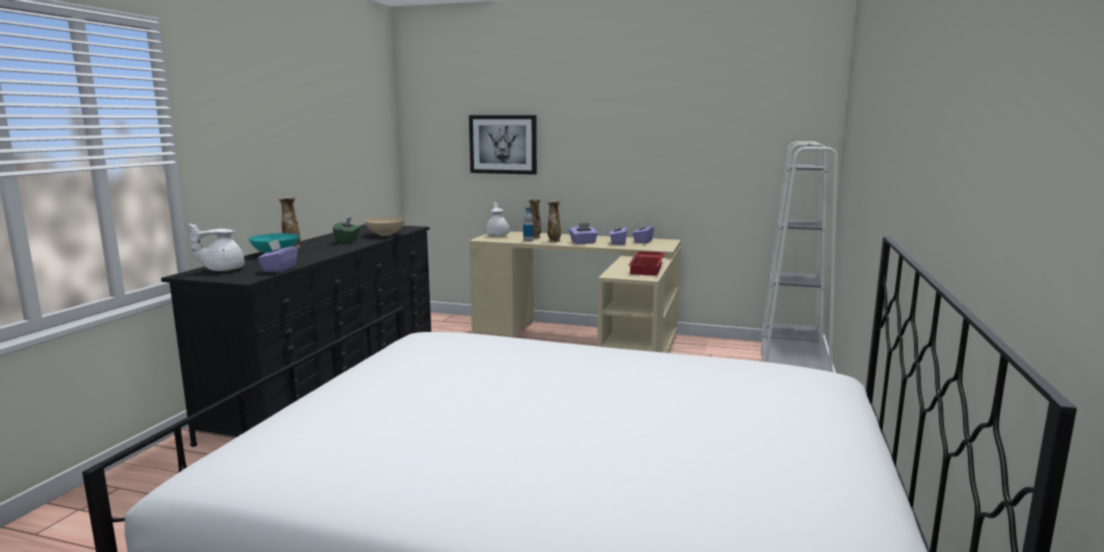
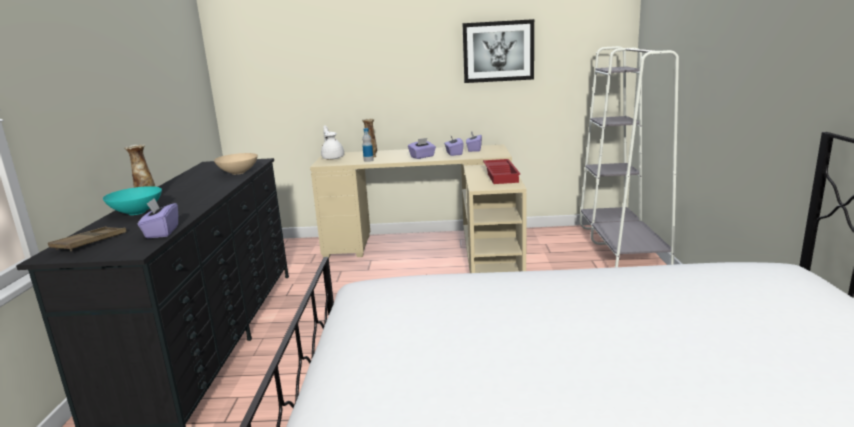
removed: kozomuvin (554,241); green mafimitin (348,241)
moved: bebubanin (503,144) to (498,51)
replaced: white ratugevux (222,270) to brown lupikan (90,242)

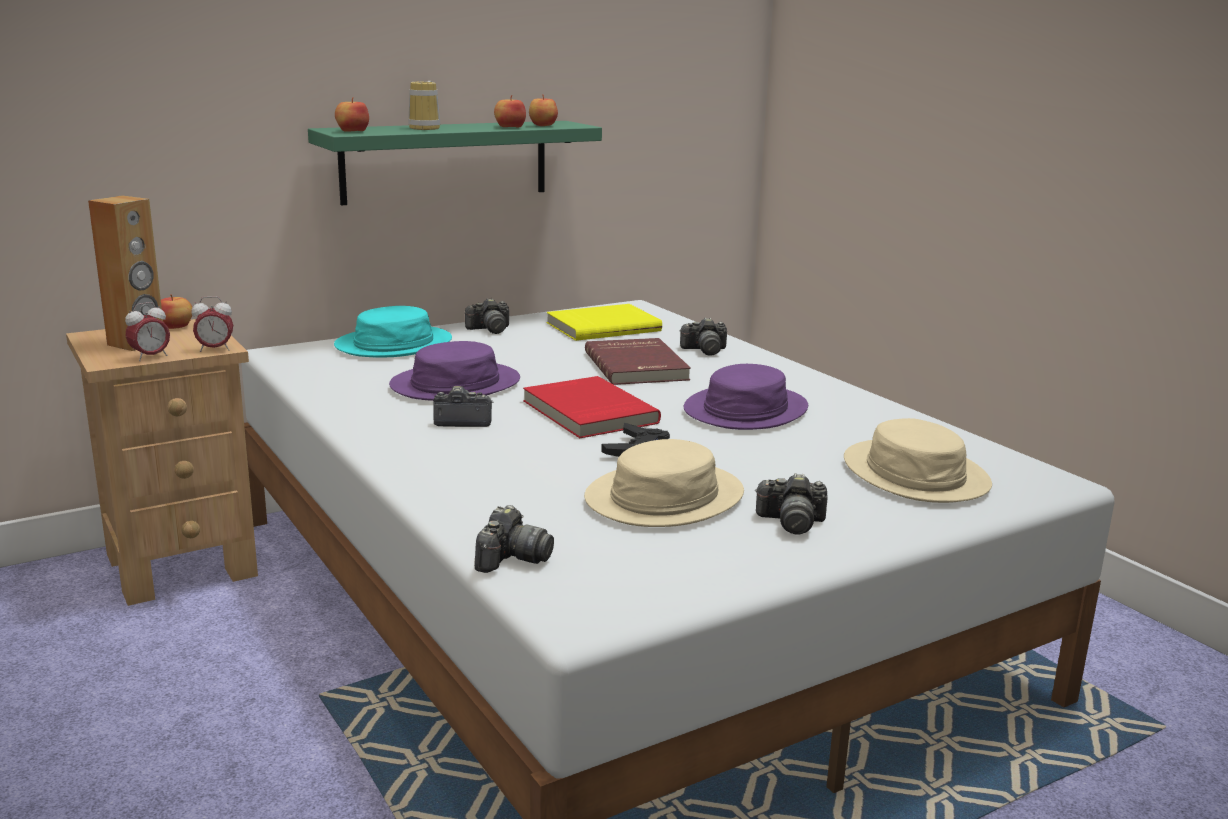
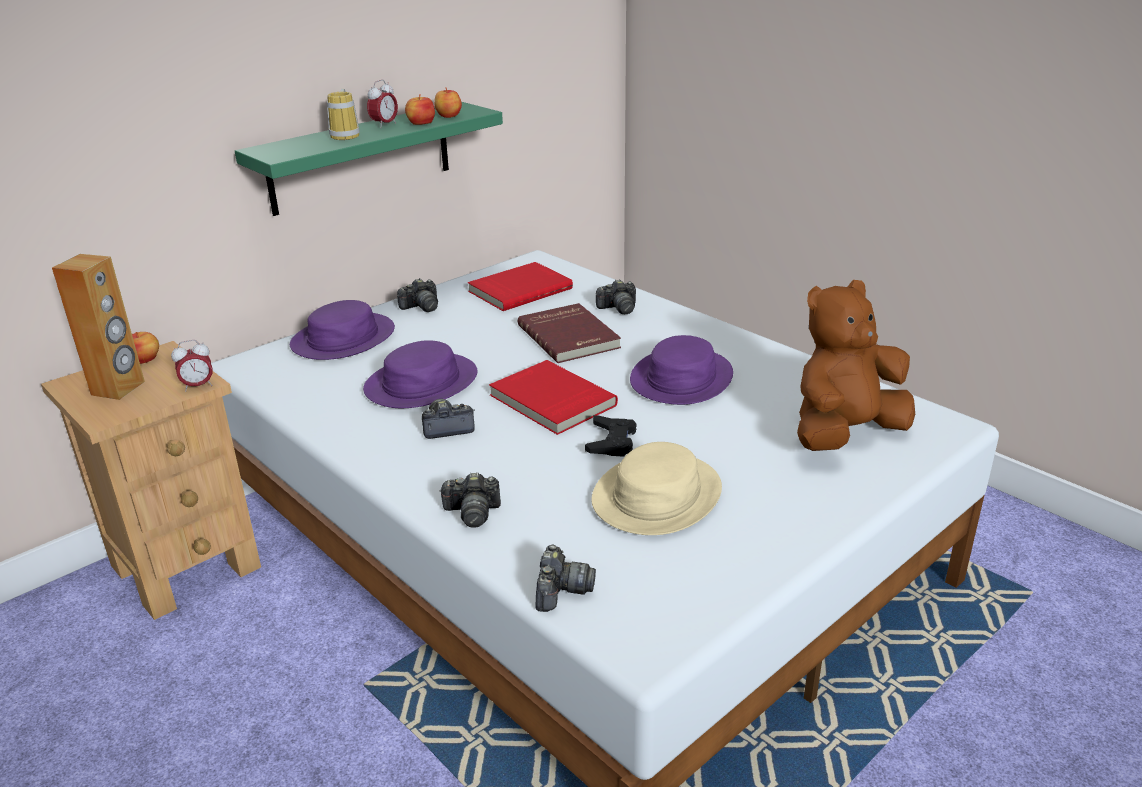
removed: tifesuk (352,131)
moved: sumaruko (150,357) to (384,125); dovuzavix (791,522) to (472,513)
replaced: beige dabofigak (915,474) to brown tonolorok (844,434)
recoloured: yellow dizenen (602,326) to red dizenen (519,289); turquoise dabofigak (393,344) to purple dabofigak (343,338)

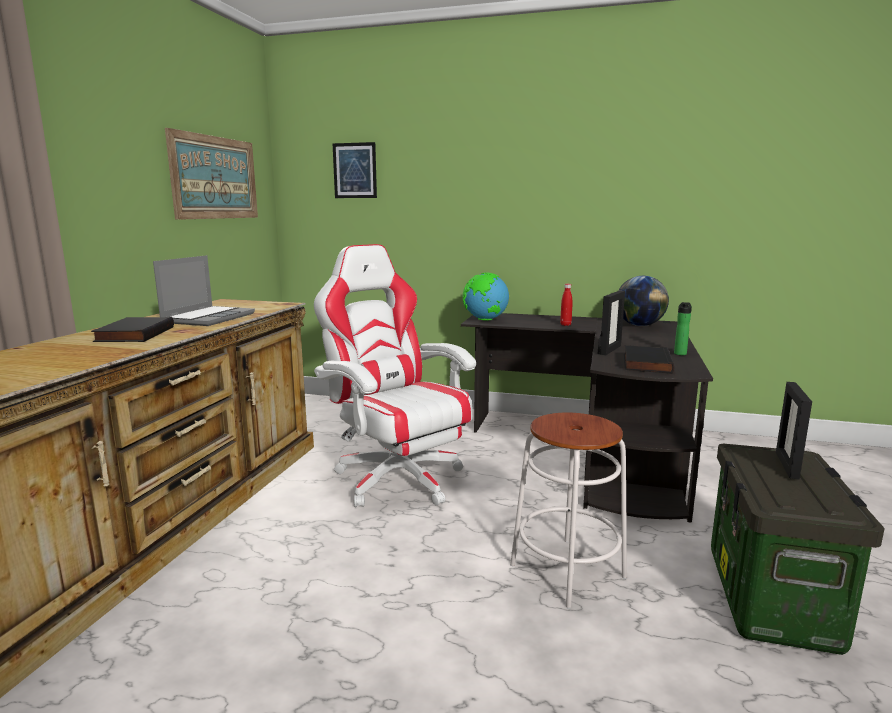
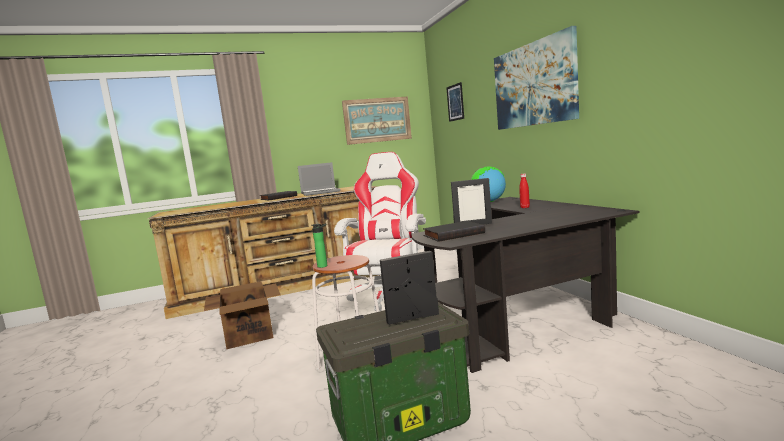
removed: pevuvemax (639,325)
added: bebubanin (533,84); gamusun (249,335)
moved: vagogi (680,353) to (324,266)

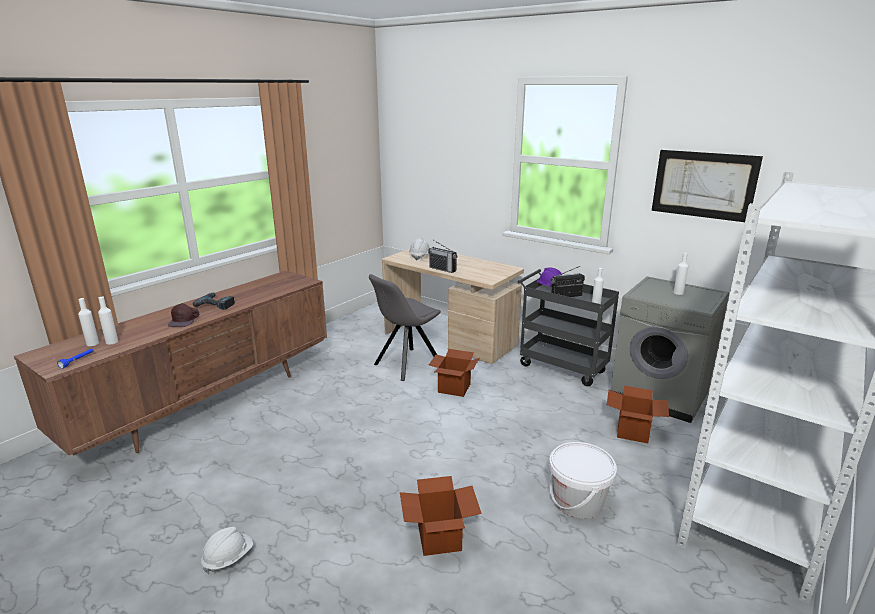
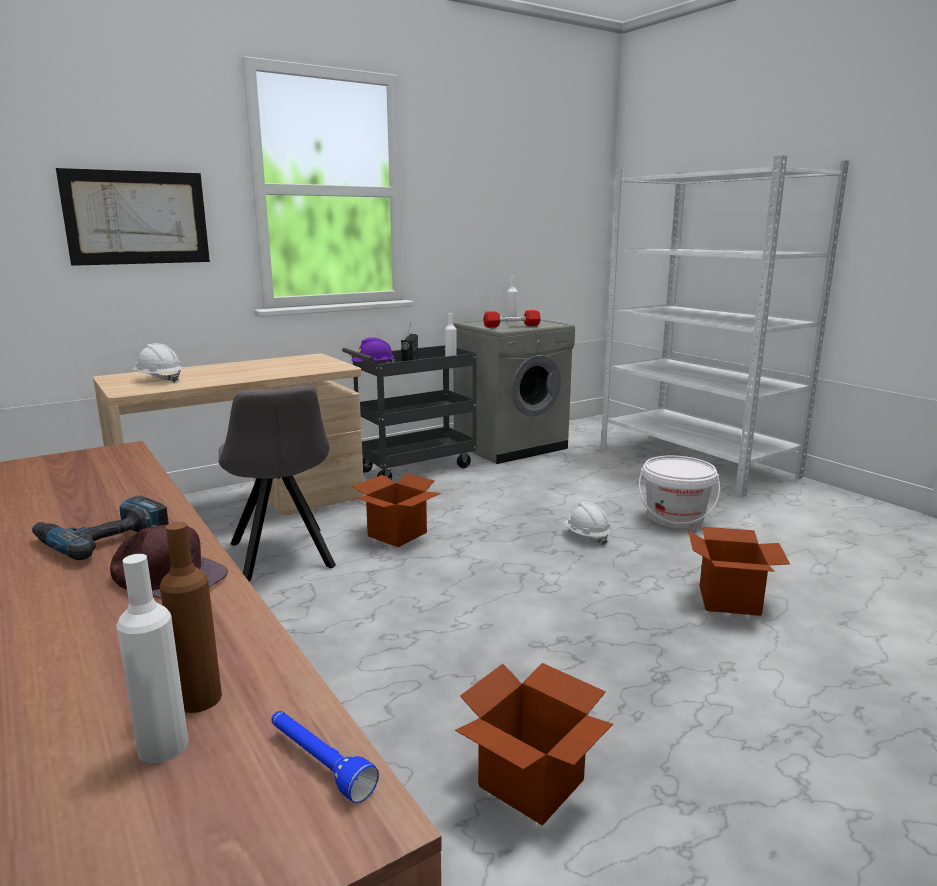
removed: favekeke (442,269)
added: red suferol (511,326)
moved: bebubanin (703,185) to (137,218); gamusun (632,431) to (530,783); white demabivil (228,558) to (586,537)
recoloured: white vagogi (112,342) to brown vagogi (199,698)

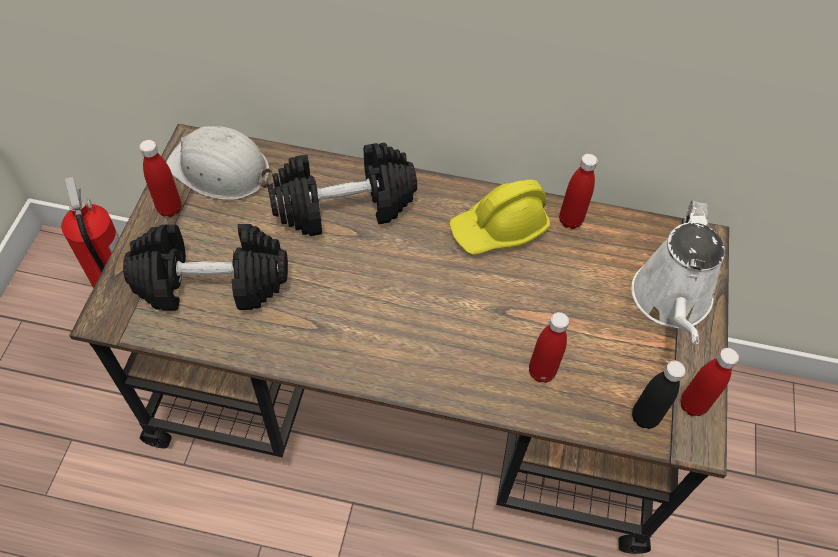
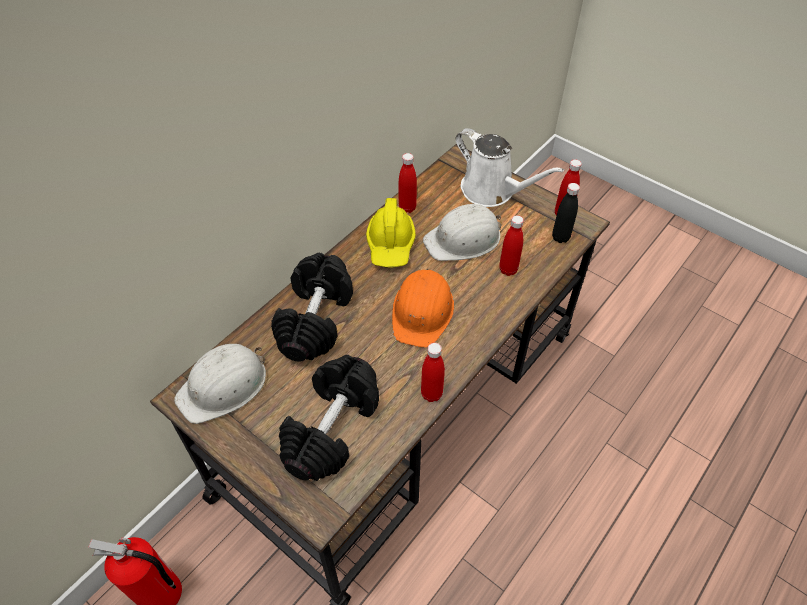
added: white demabivil (464,239); orange demabivil (422,311)
moved: red vagogi (170,209) to (431,394)

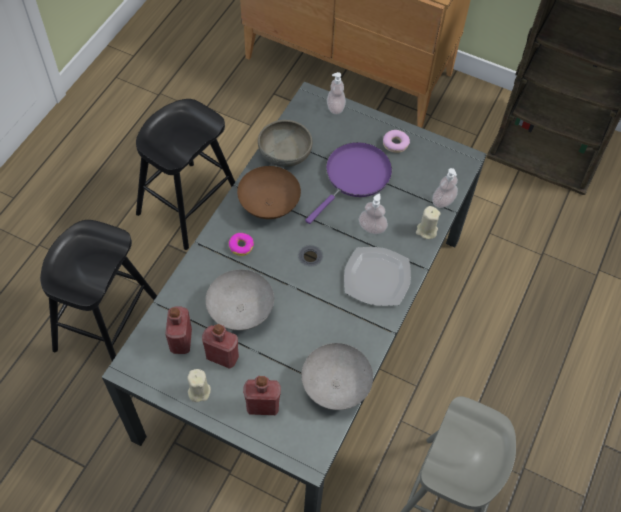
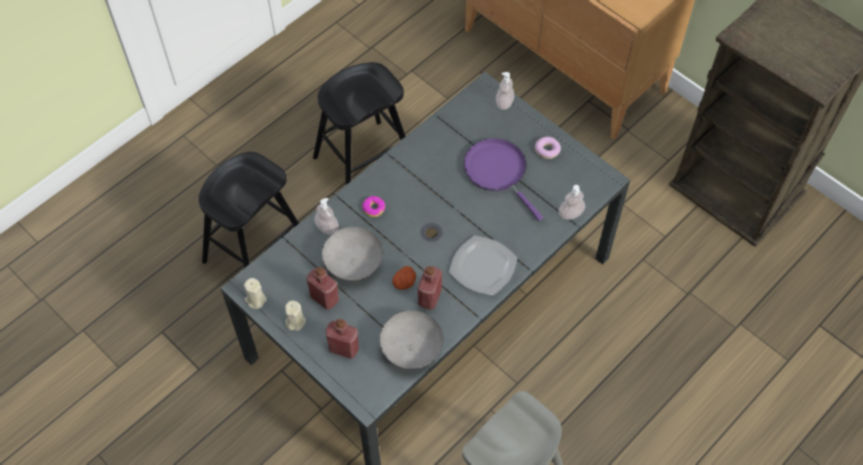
removed: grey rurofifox (284,153); brown rurofifox (268,205)
added: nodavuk (404,282)
moved: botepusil (372,228) to (327,228); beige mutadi (426,231) to (255,300); red vagogi (181,340) to (429,297)
turned: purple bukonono (355,177) = (498,171) 90 degrees counterclockwise

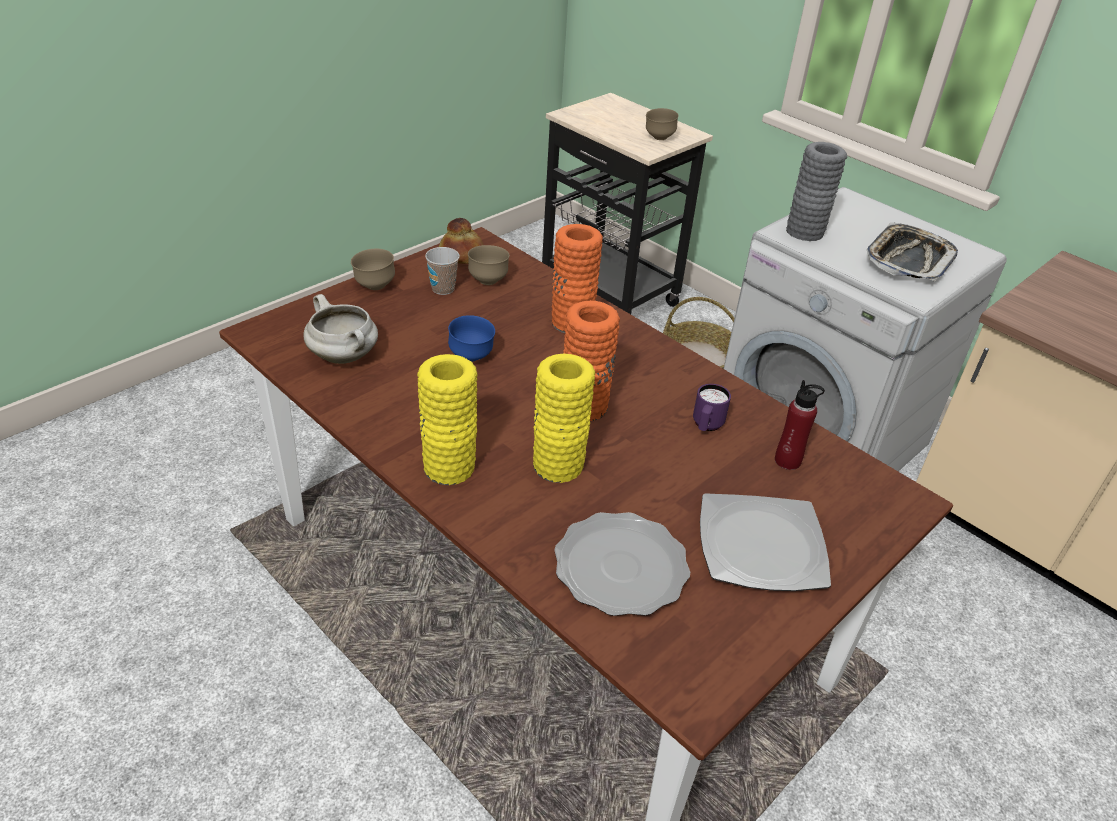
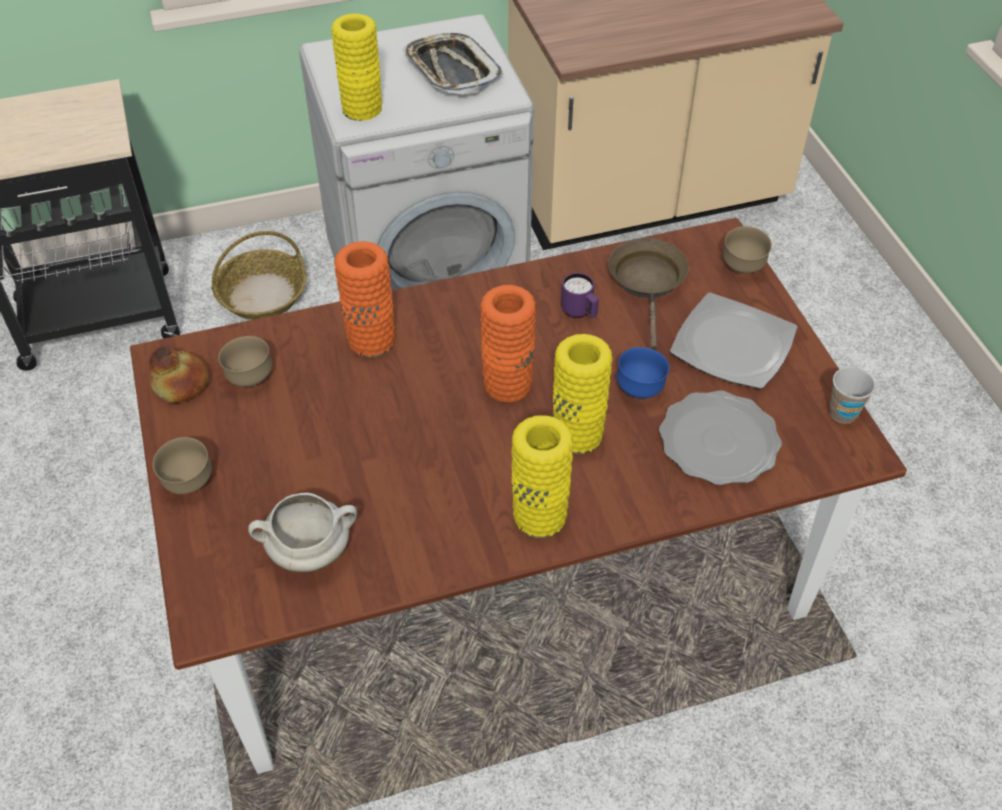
moved: brown rurofifox (659,138) to (742,268); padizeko (443,289) to (843,413); blue rurofifox (471,357) to (640,390)
replaced: red vagogi (787,461) to brown bukonono (648,283)
recoloured: grey kozomuvin (805,232) to yellow kozomuvin (362,108)

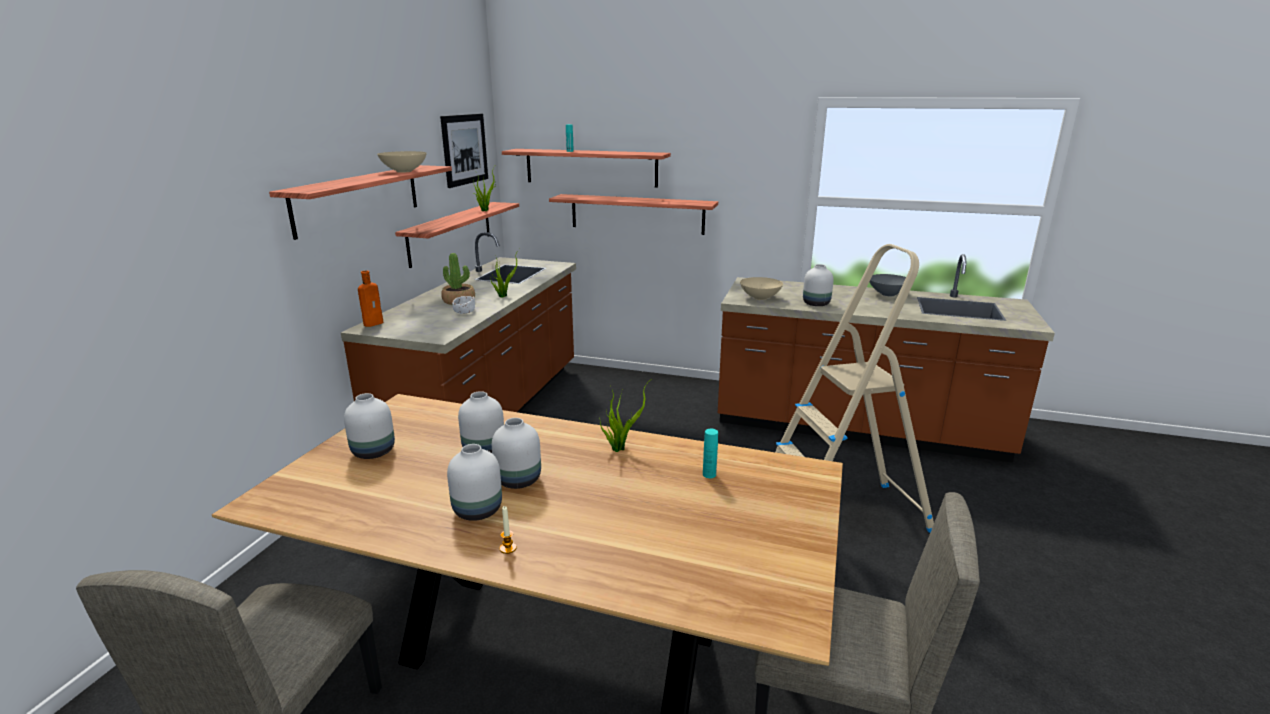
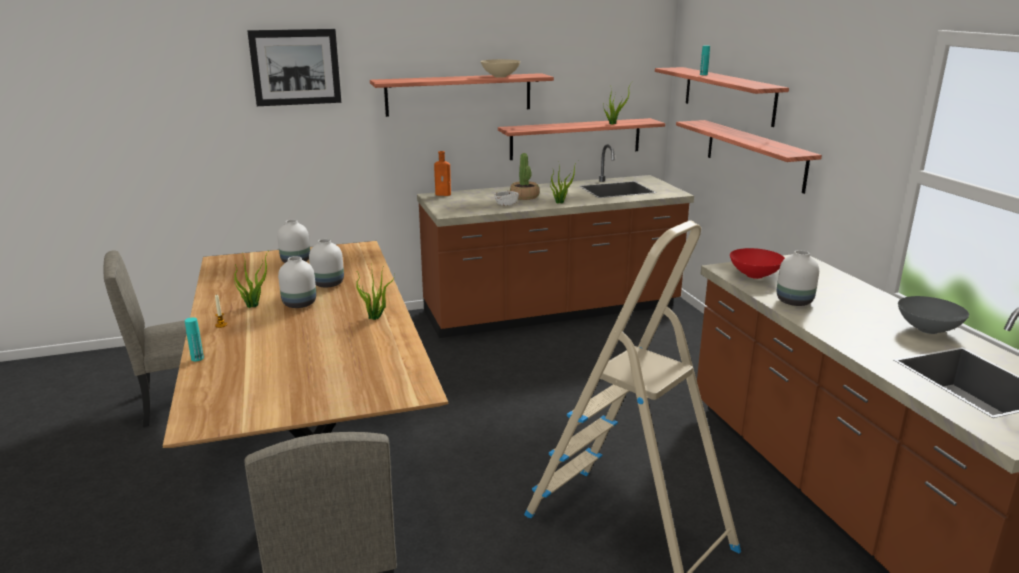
moved: bebubanin (464,149) to (295,67); turquoise vagogi (709,474) to (197,358)
replaced: white kozomuvin (476,510) to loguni (254,305)
recoloured: beige rurofifox (761,298) to red rurofifox (755,276)

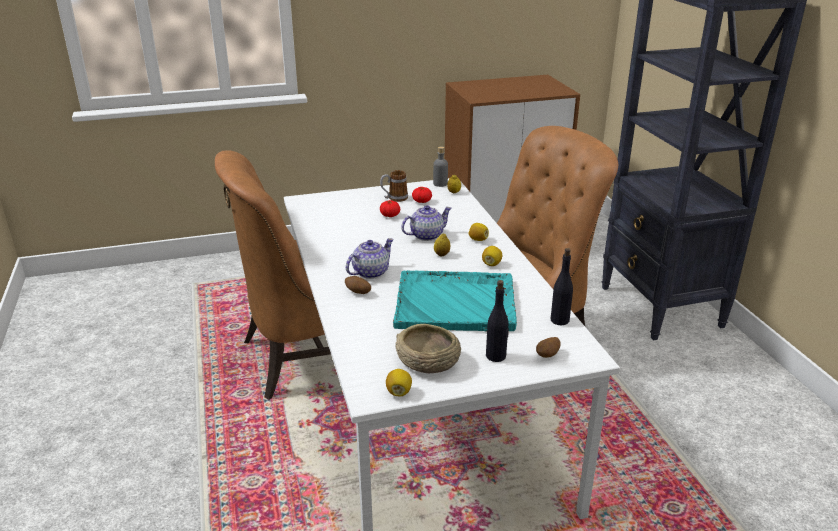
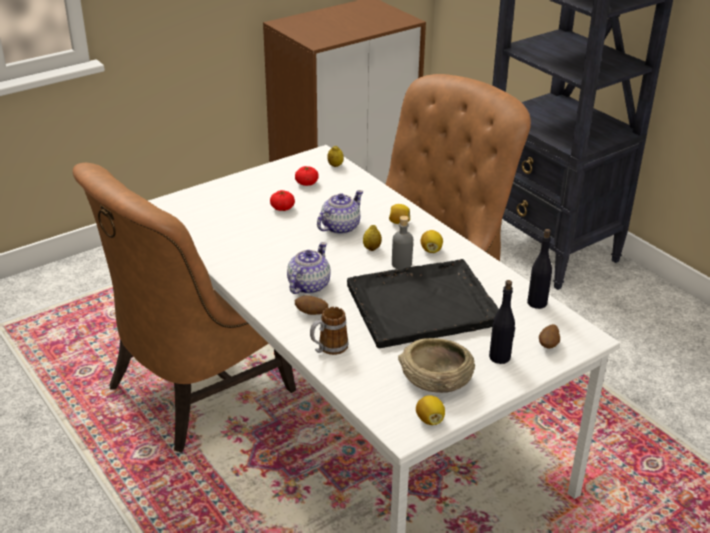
moved: grey vagogi (440,184) to (401,264); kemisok (394,198) to (328,349)
recoloured: turquoise lupikan (456,303) to black lupikan (424,305)

